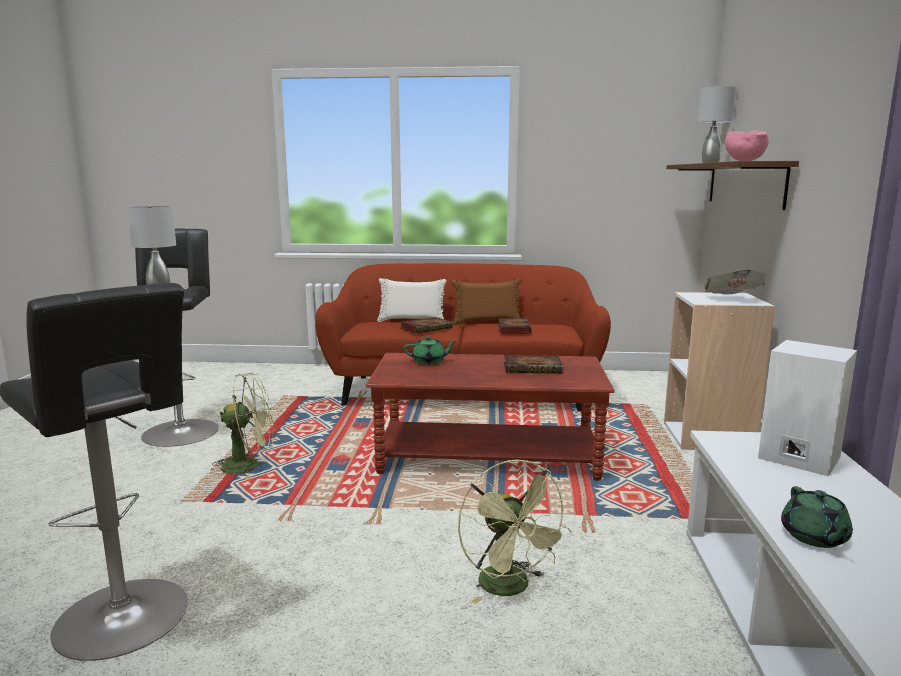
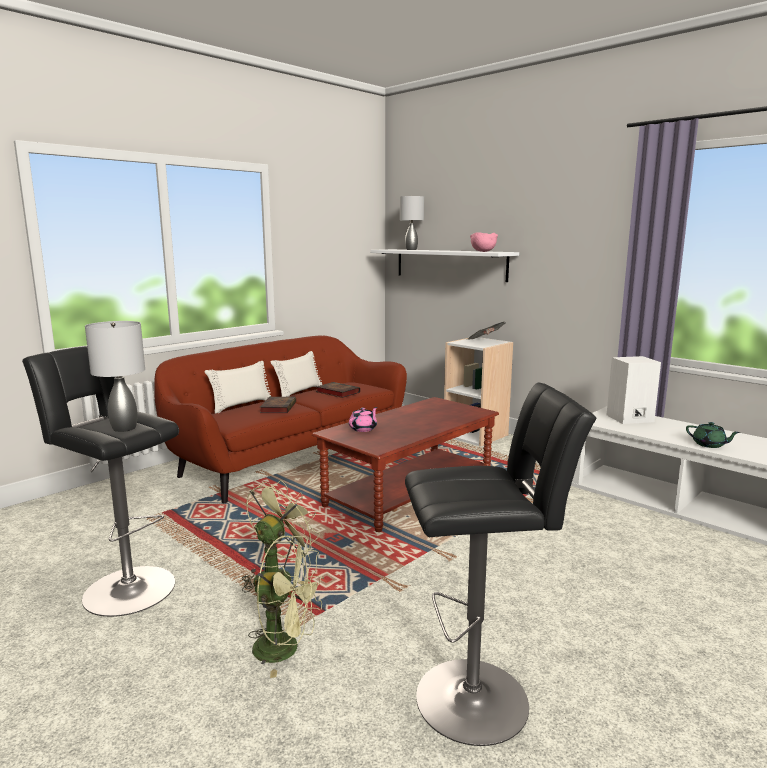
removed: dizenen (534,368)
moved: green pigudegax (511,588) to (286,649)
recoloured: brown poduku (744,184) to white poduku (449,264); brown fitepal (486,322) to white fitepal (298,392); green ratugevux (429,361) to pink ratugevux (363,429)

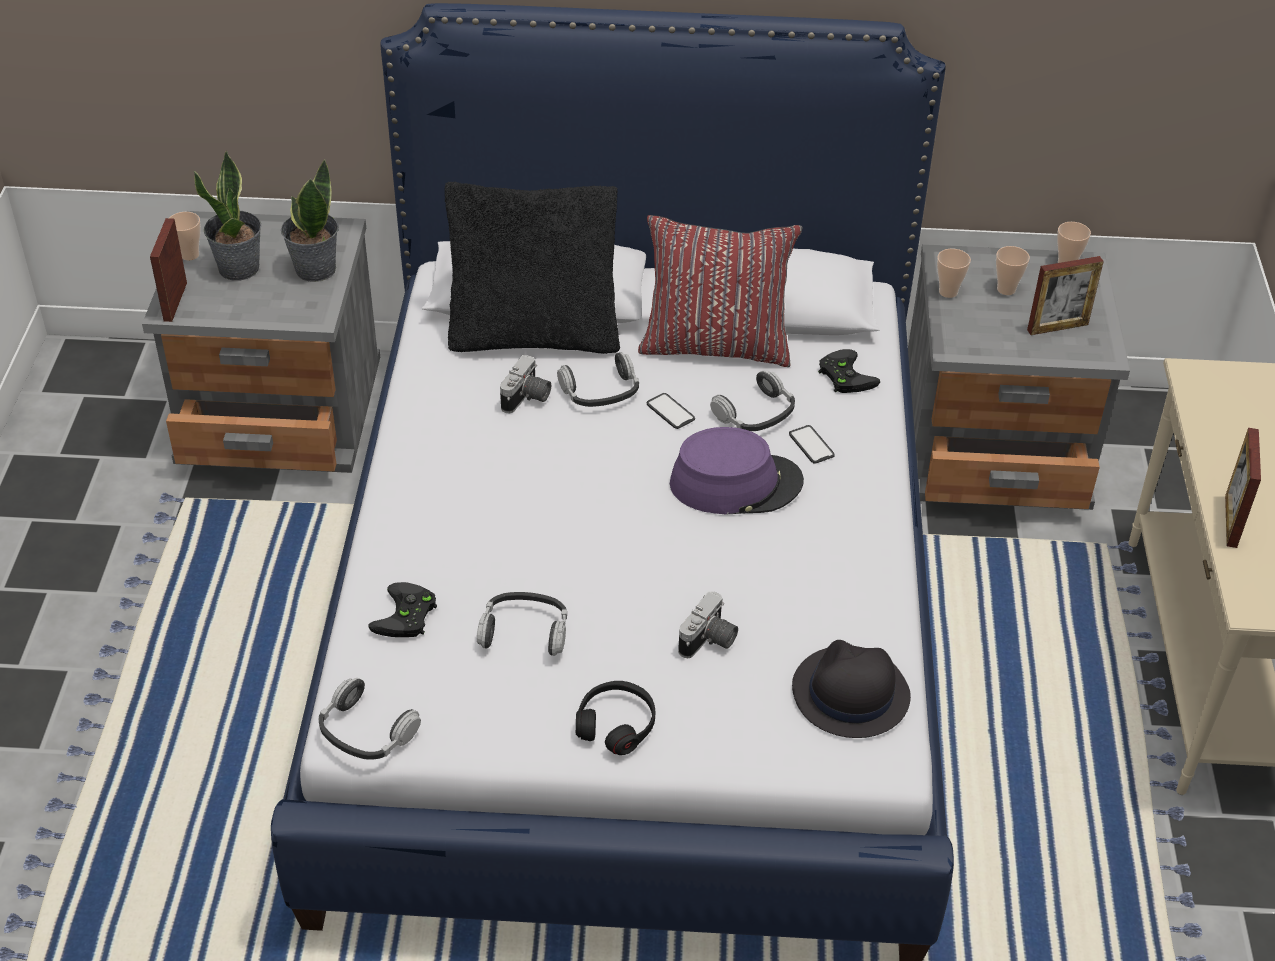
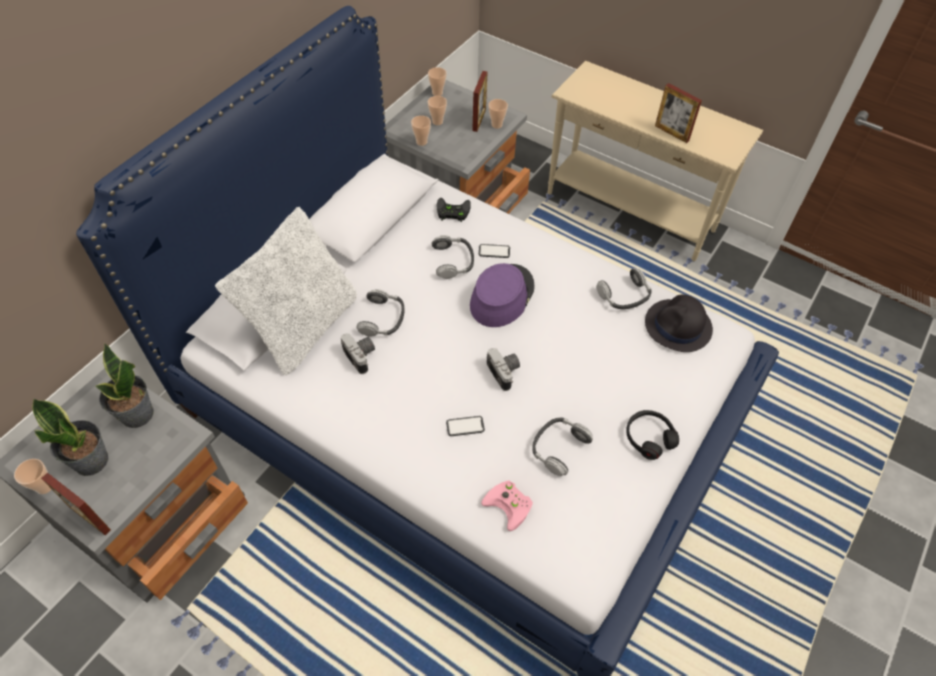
removed: red fitepal (715,345)
added: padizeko (496,125)
moved: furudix (670,411) to (465,426); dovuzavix (709,641) to (505,372); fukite (366,731) to (624,295)
recoloured: black fitepal (535,330) to white fitepal (303,324); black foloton (406,617) to pink foloton (510,505)

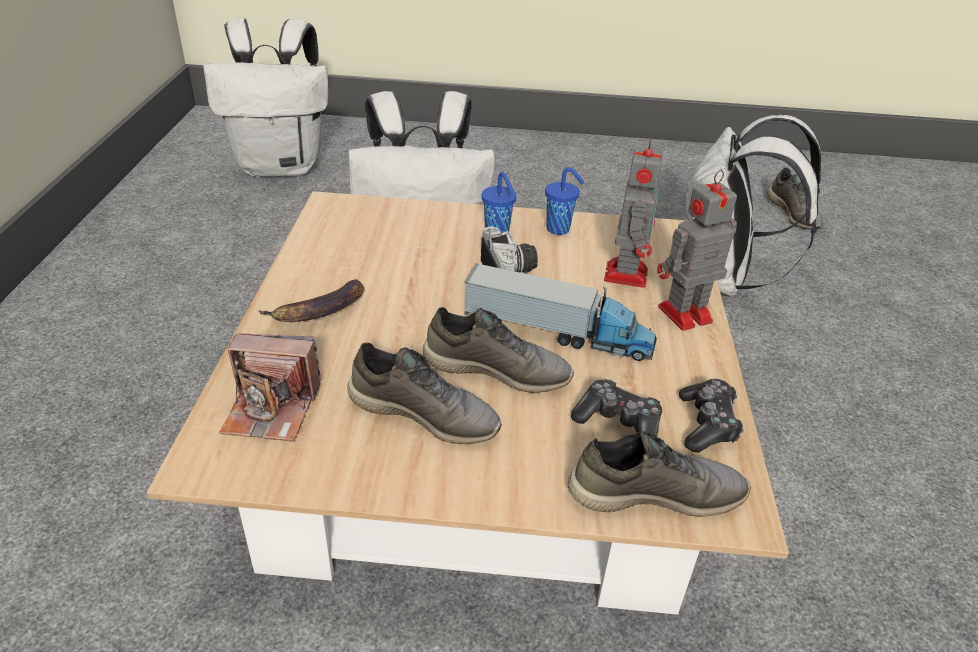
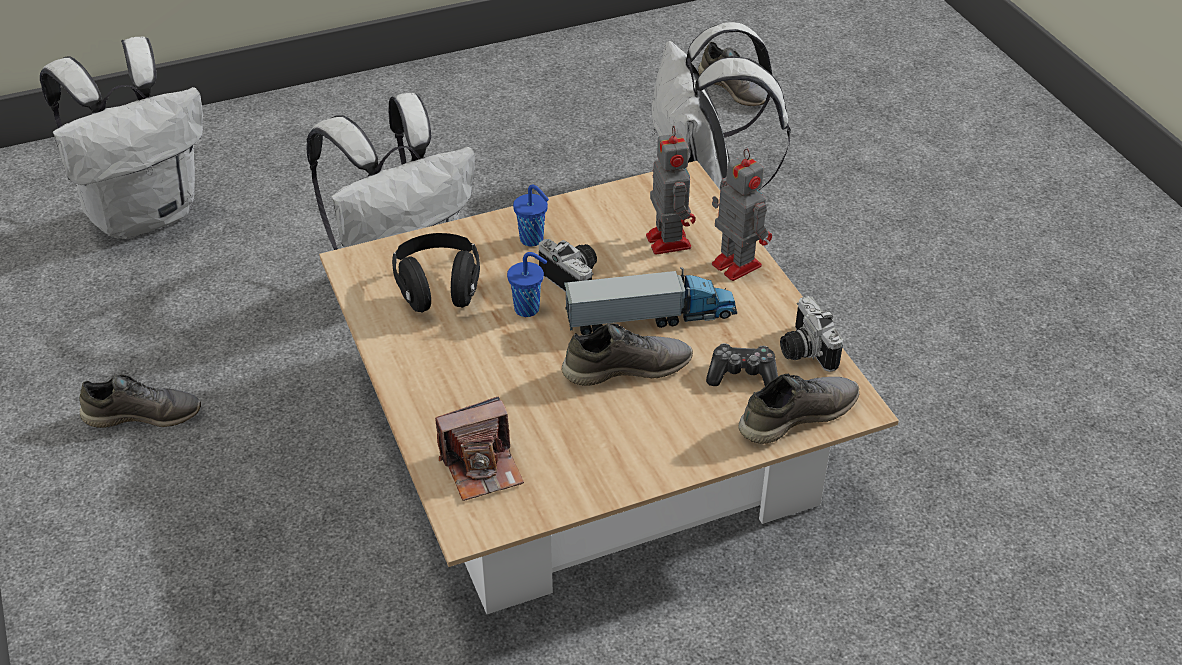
removed: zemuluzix (319,311)
added: black fukite (438,289)
moved: blue padizeko (559,229) to (528,309); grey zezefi (425,413) to (143,414)
replaced: foloton (707,424) to dovuzavix (803,351)
turned: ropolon (682,314) = (735,263) 105 degrees clockwise

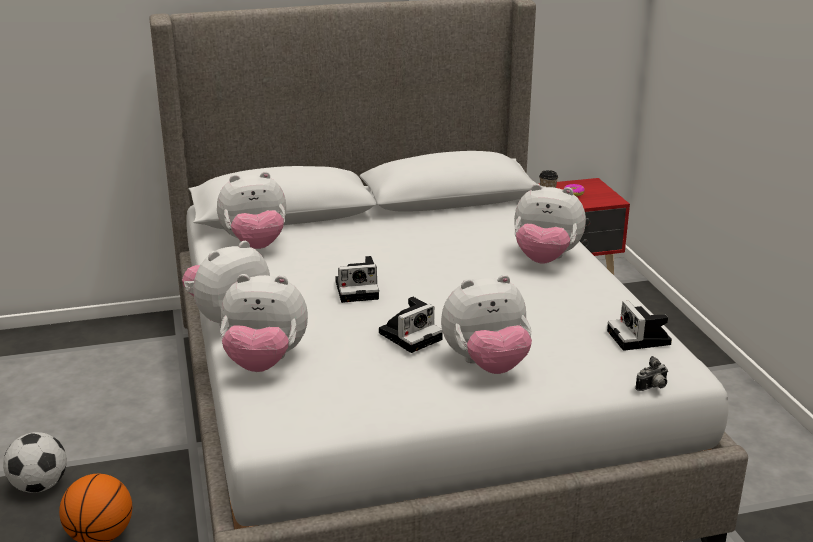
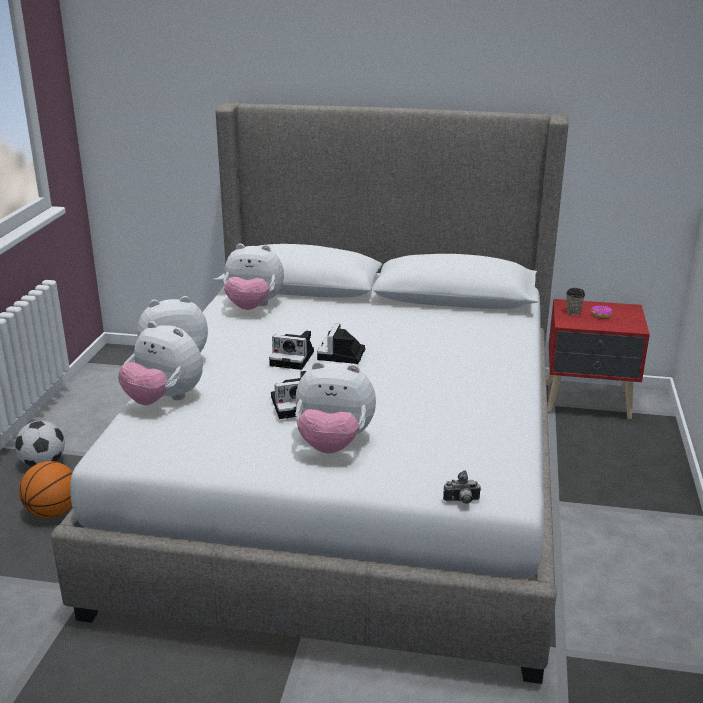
removed: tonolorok (545,259)
moved: dovuzavix (640,339) to (341,355)

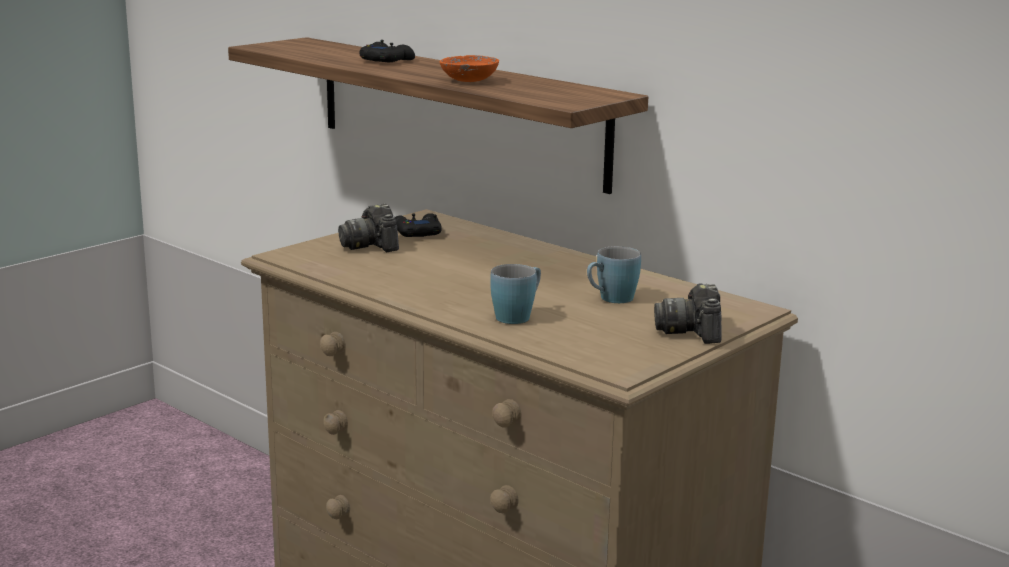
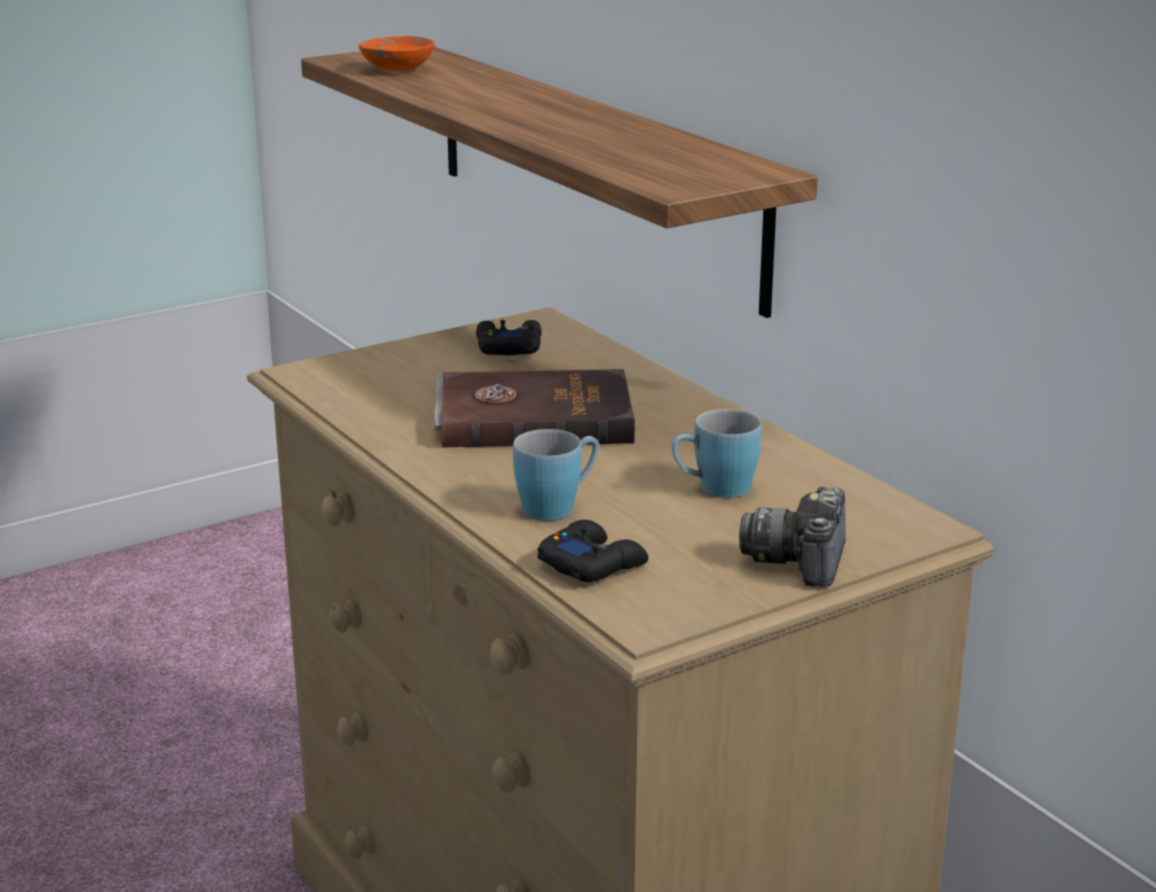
removed: dovuzavix (371,245)
added: brown dizenen (533,417)
moved: black foloton (386,60) to (592,564); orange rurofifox (469,81) to (397,70)

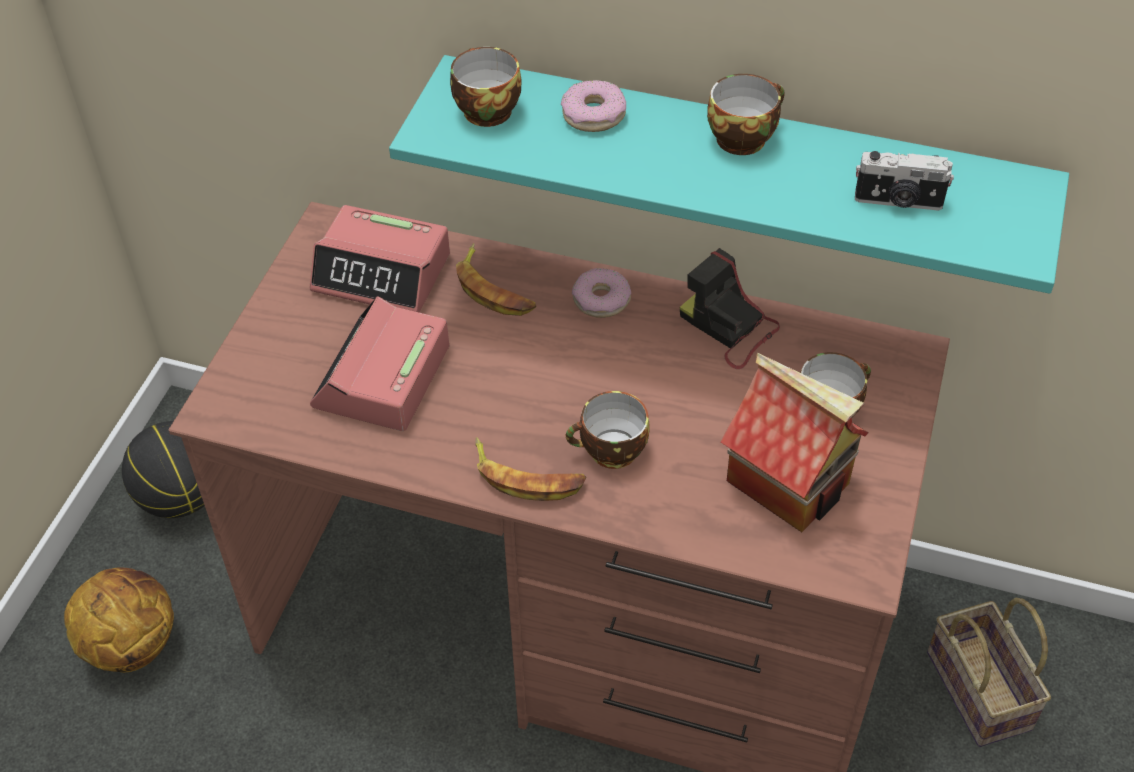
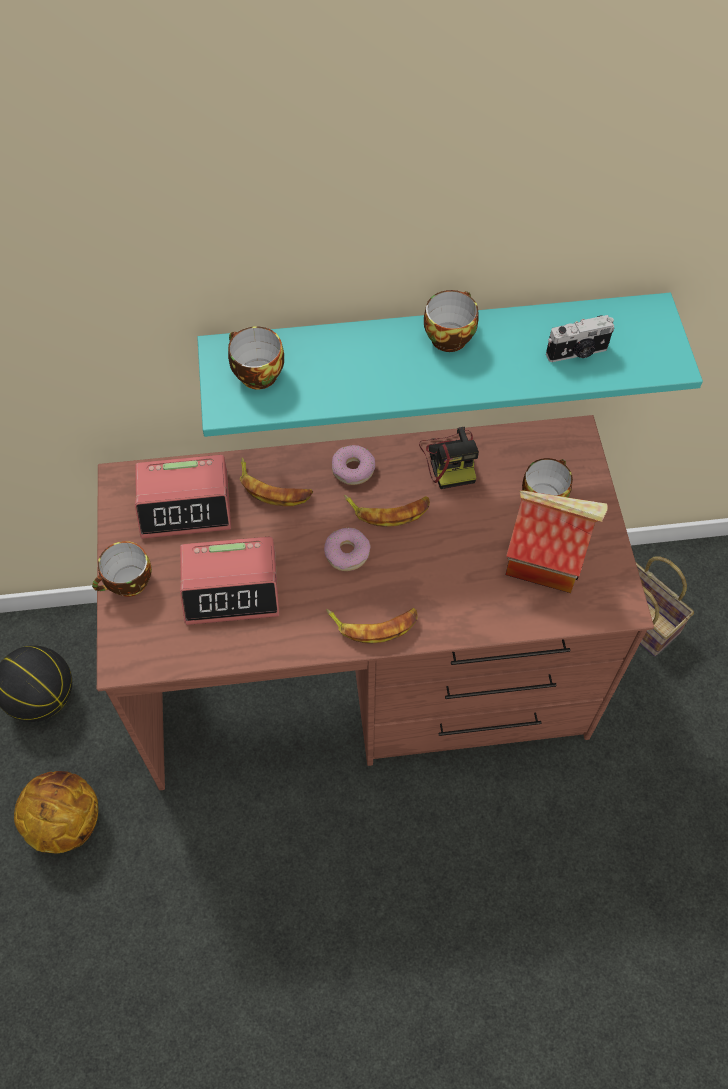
added: zemuluzix (388,510)
moved: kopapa (593,115) to (347,553); padizeko (610,452) to (128,584)
turned: dovuzavix (729,328) = (450,459) 120 degrees counterclockwise; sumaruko (382,377) = (232,587) 90 degrees counterclockwise

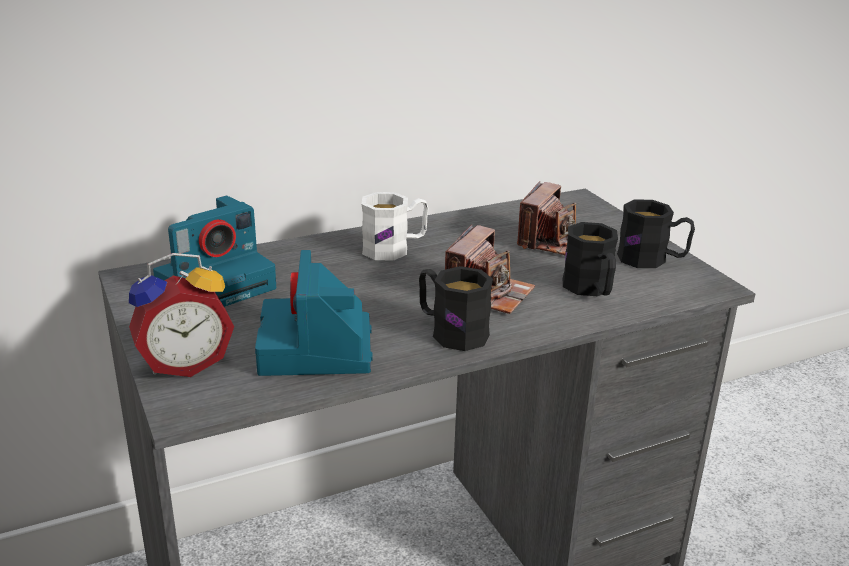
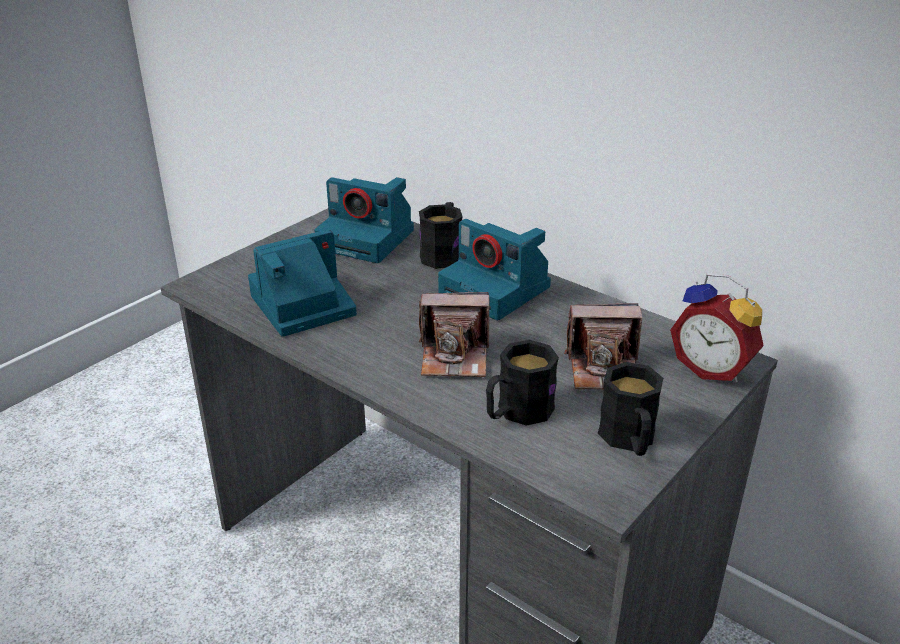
moved: sumaruko (185,363) to (712,368); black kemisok (451,331) to (443,253)
replaced: white kemisok (395,248) to dovuzavix (497,290)

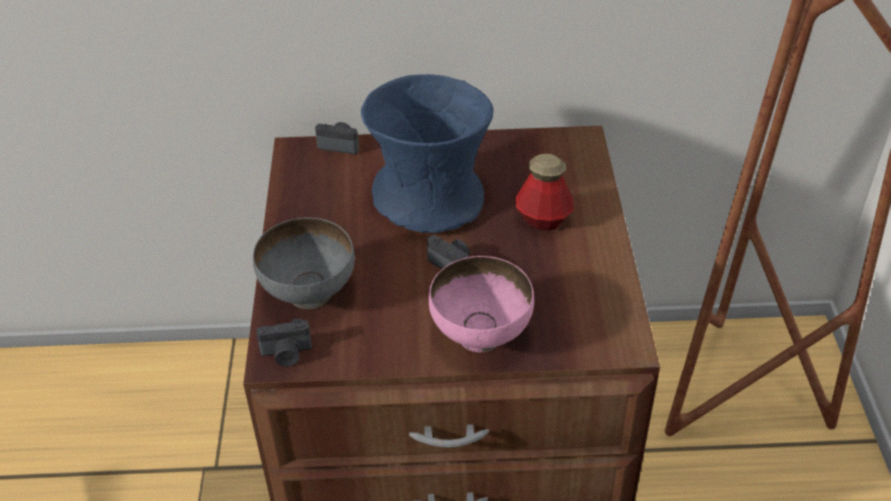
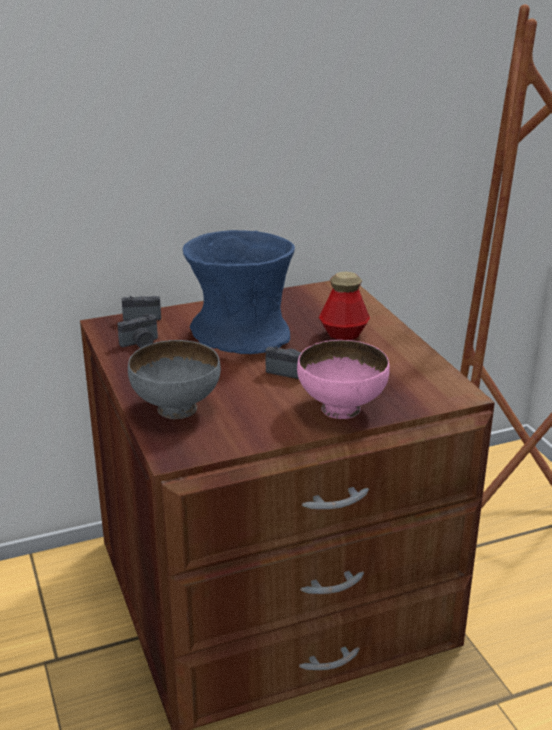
moved: dovuzavix (286,354) to (140,344)

